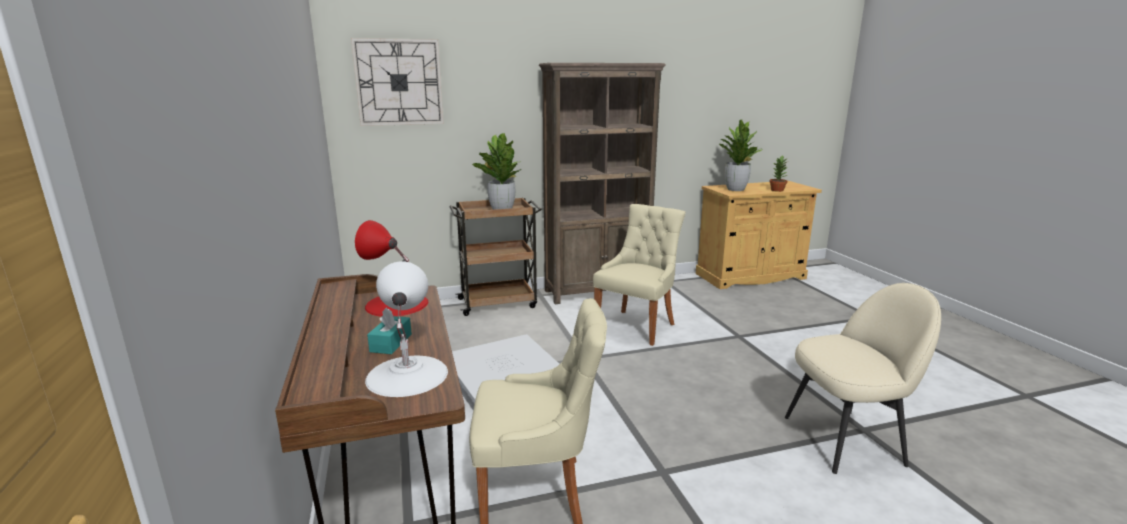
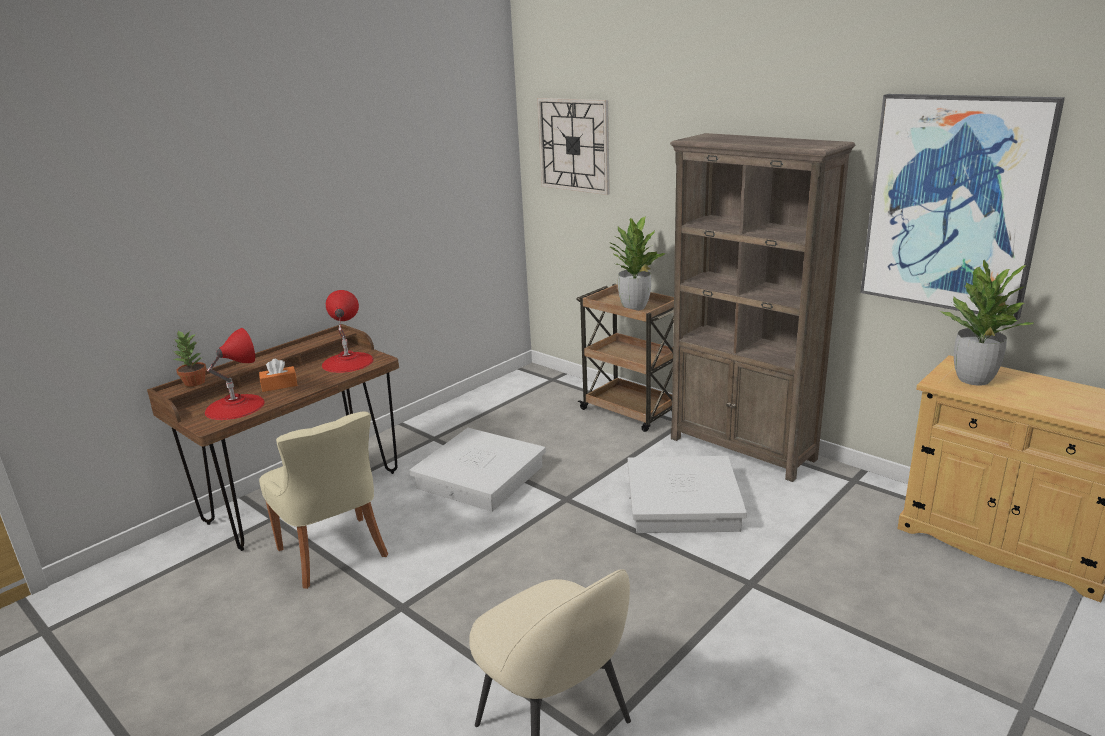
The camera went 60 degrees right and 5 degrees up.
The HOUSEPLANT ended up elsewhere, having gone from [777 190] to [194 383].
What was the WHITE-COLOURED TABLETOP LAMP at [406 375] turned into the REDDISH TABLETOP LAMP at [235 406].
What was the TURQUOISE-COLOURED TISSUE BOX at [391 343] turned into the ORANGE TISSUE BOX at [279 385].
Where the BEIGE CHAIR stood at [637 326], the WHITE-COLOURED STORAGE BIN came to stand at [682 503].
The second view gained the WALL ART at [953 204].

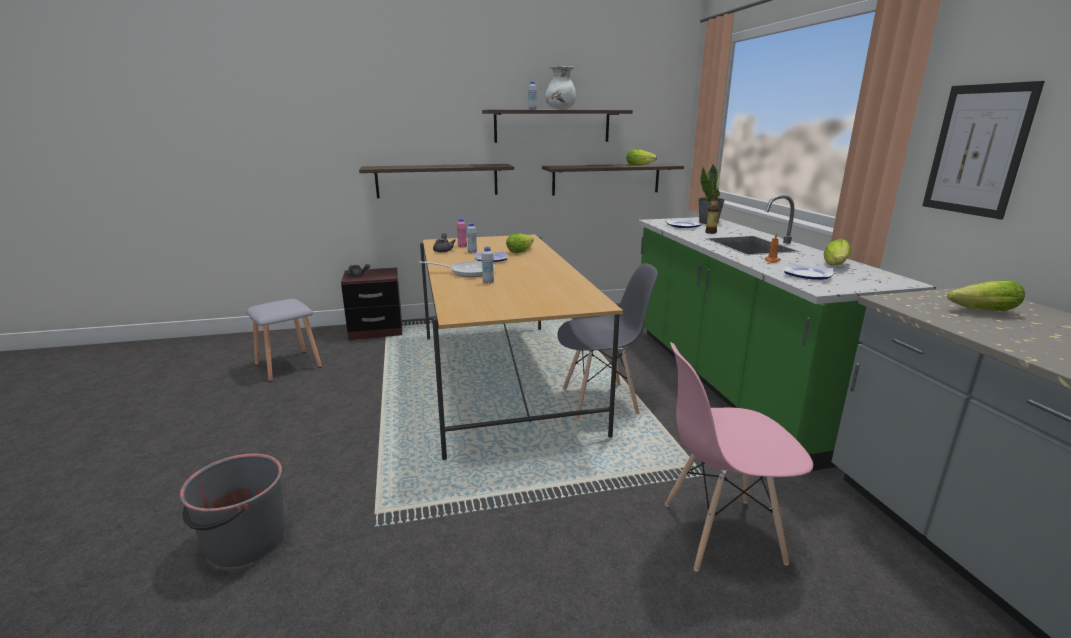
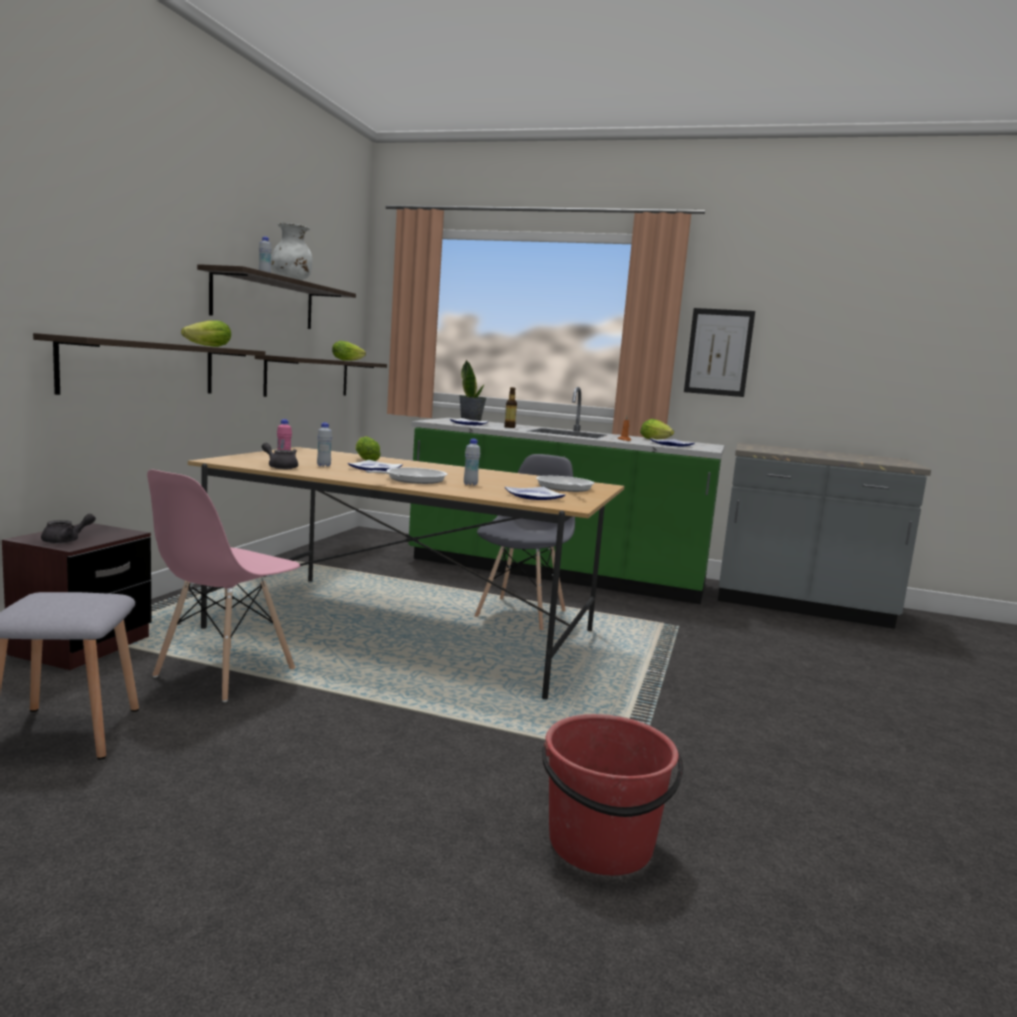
The camera went 60 degrees left and 10 degrees down.
The PINKISH CHAIR ended up elsewhere, having gone from [721 532] to [224 673].
The HEAD OF LETTUCE ended up elsewhere, having gone from [979 311] to [205 346].
The second view gained the PLATE at [532 496].
The second view gained the FRYING PAN at [565 488].
What was the GRAY WATER BUCKET at [245 542] turned into the REDDISH WATER BUCKET at [601 844].

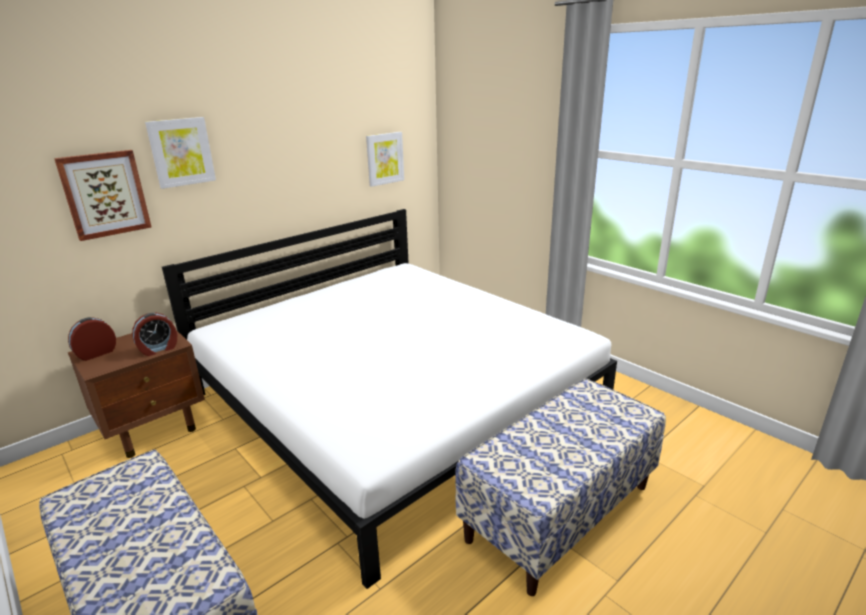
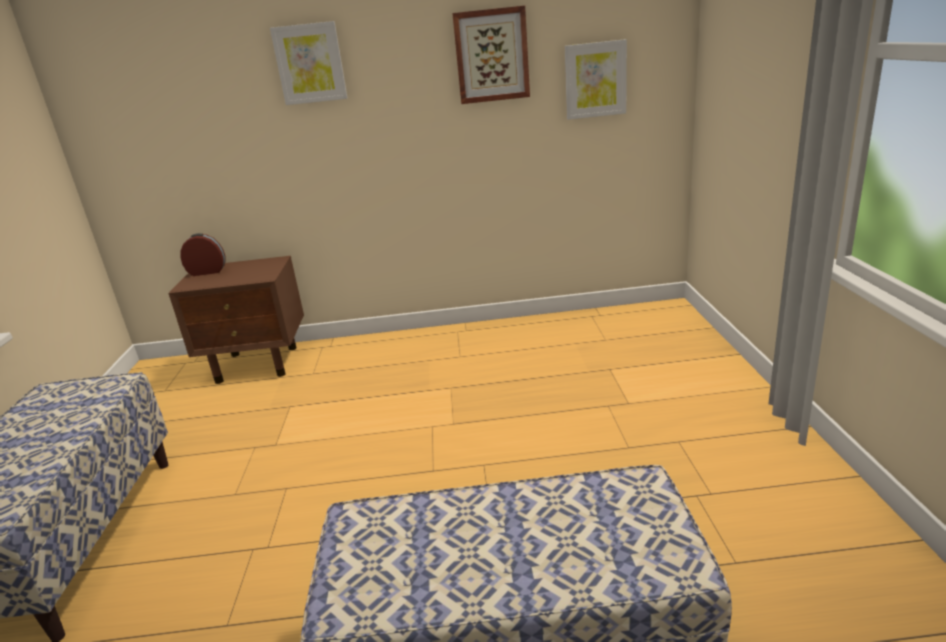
The camera went 40 degrees right and 0 degrees up.
The WALL ART ended up elsewhere, having gone from [105 194] to [491 55].
The second view lost the BEDSIDE CLOCK at [159 349].
The second view lost the WHITE-COLOURED BEDROOM BED at [395 402].

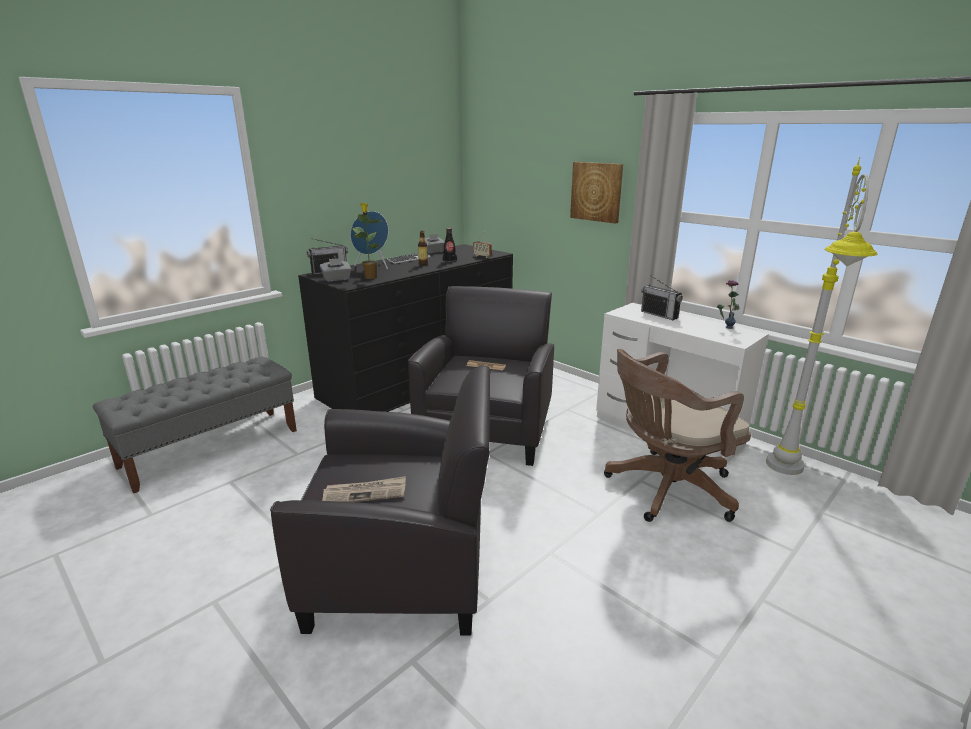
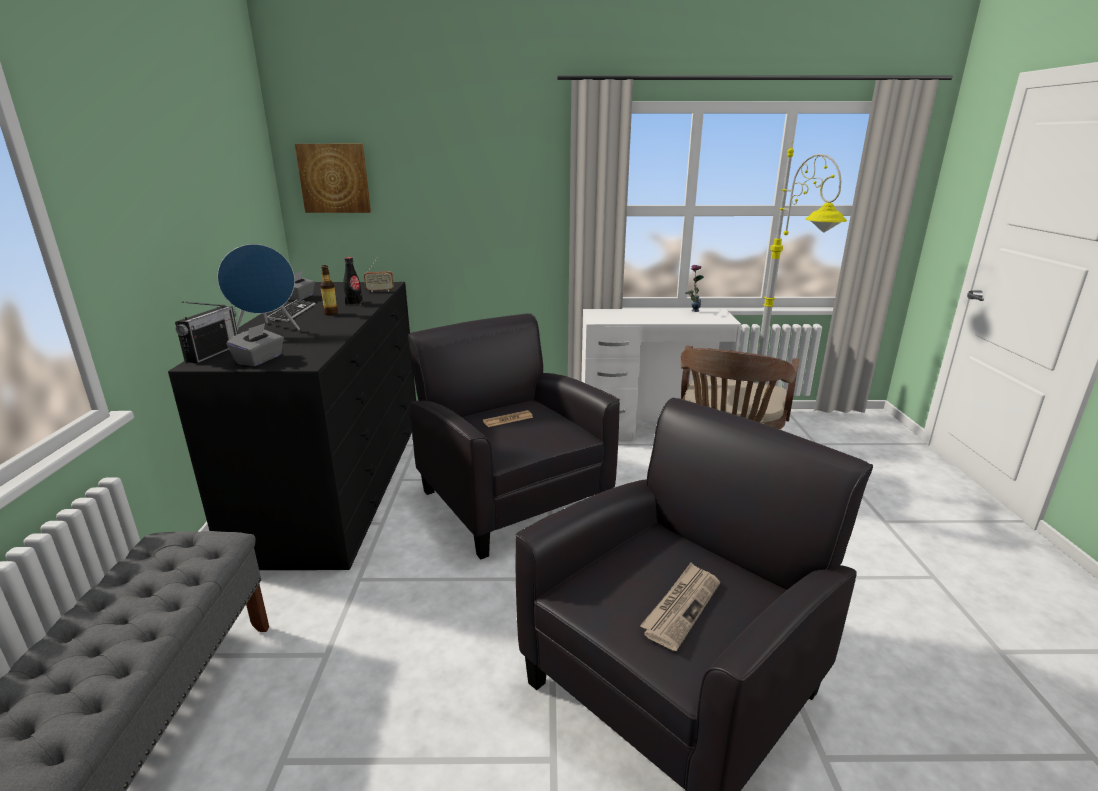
The camera went 45 degrees left and 0 degrees up.
The WALL ART ended up elsewhere, having gone from [596 192] to [334 178].
The second view lost the HOUSEPLANT at [370 277].
The second view lost the RADIO SET at [659 315].

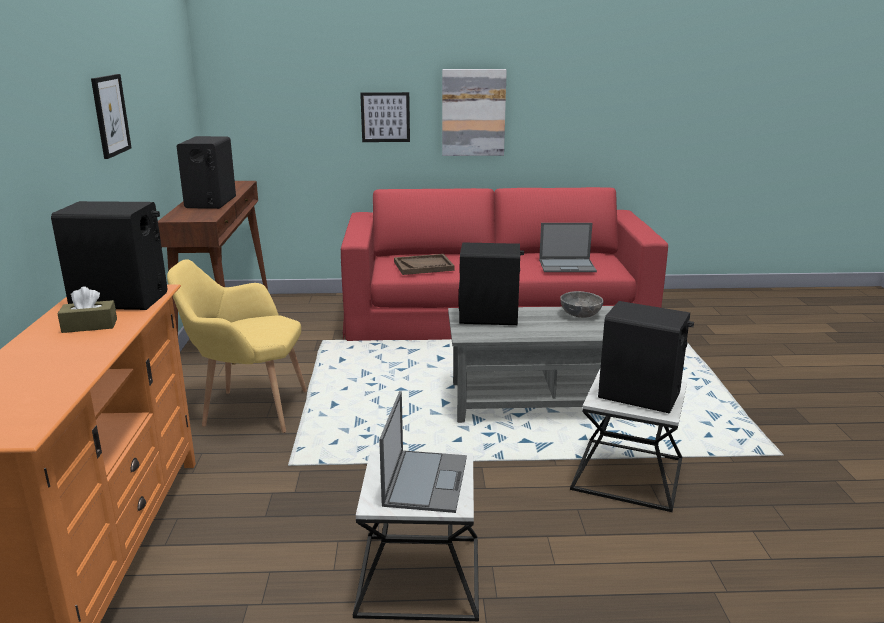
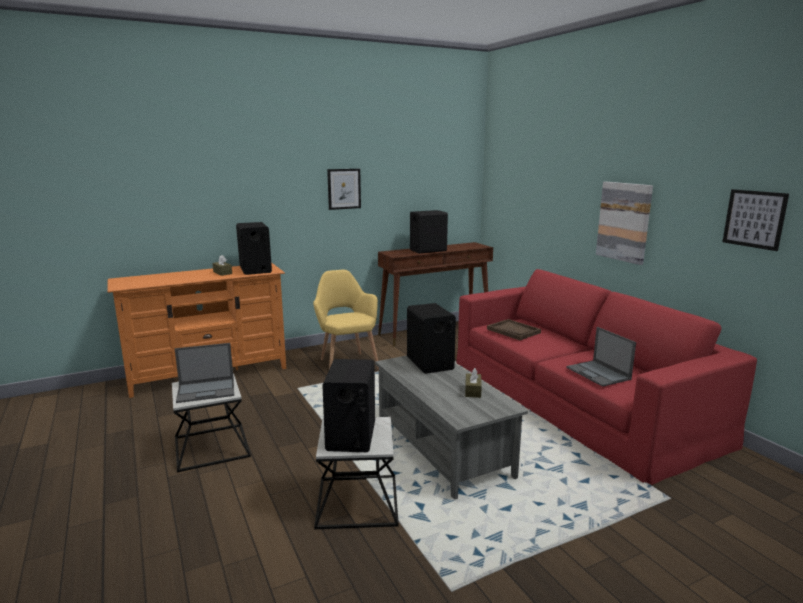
The camera went 65 degrees right and 5 degrees down.
Where the GRAY DEEP DISH stood at [580 315], the BROWN TISSUE BOX came to stand at [473 391].
The WALL ART ended up elsewhere, having gone from [385 117] to [754 219].

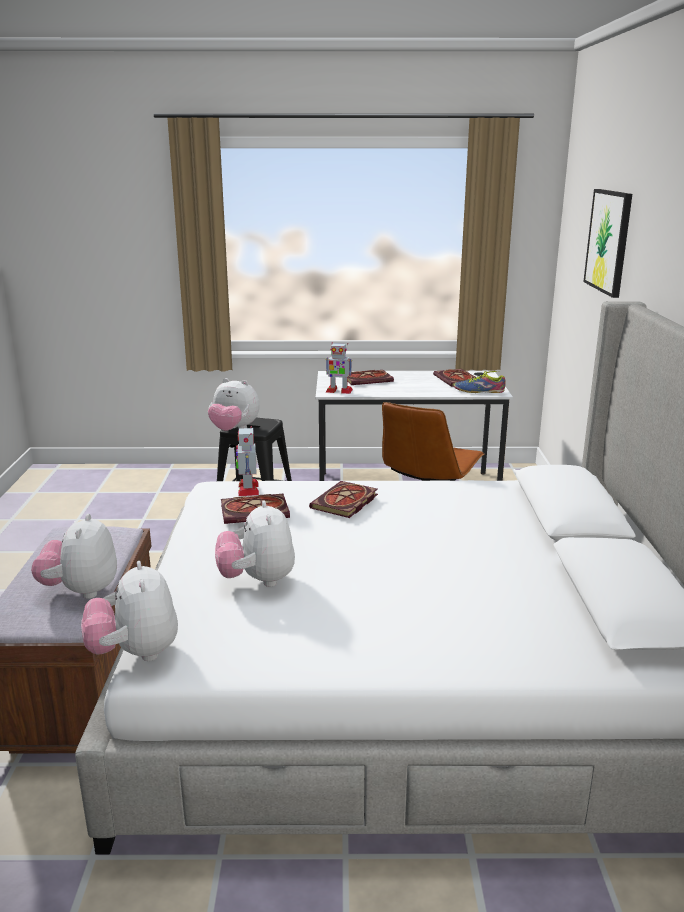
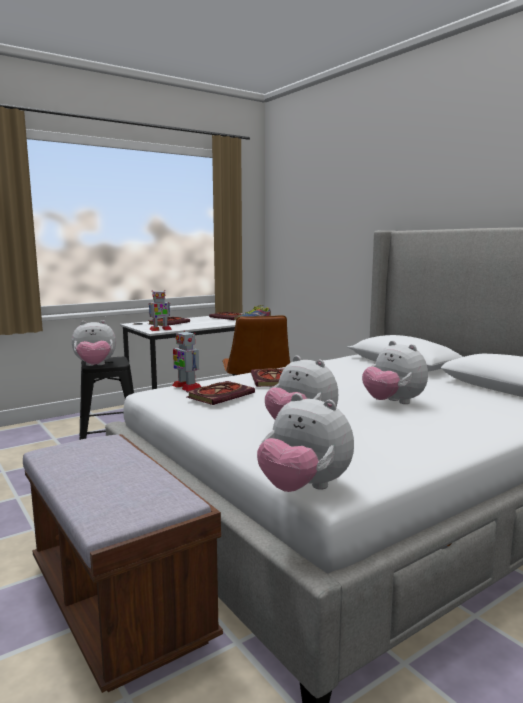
The camera went 35 degrees left and 10 degrees down.
The SOFT TOY ended up elsewhere, having gone from [81 591] to [393 402].
The second view lost the WALL ART at [609 241].

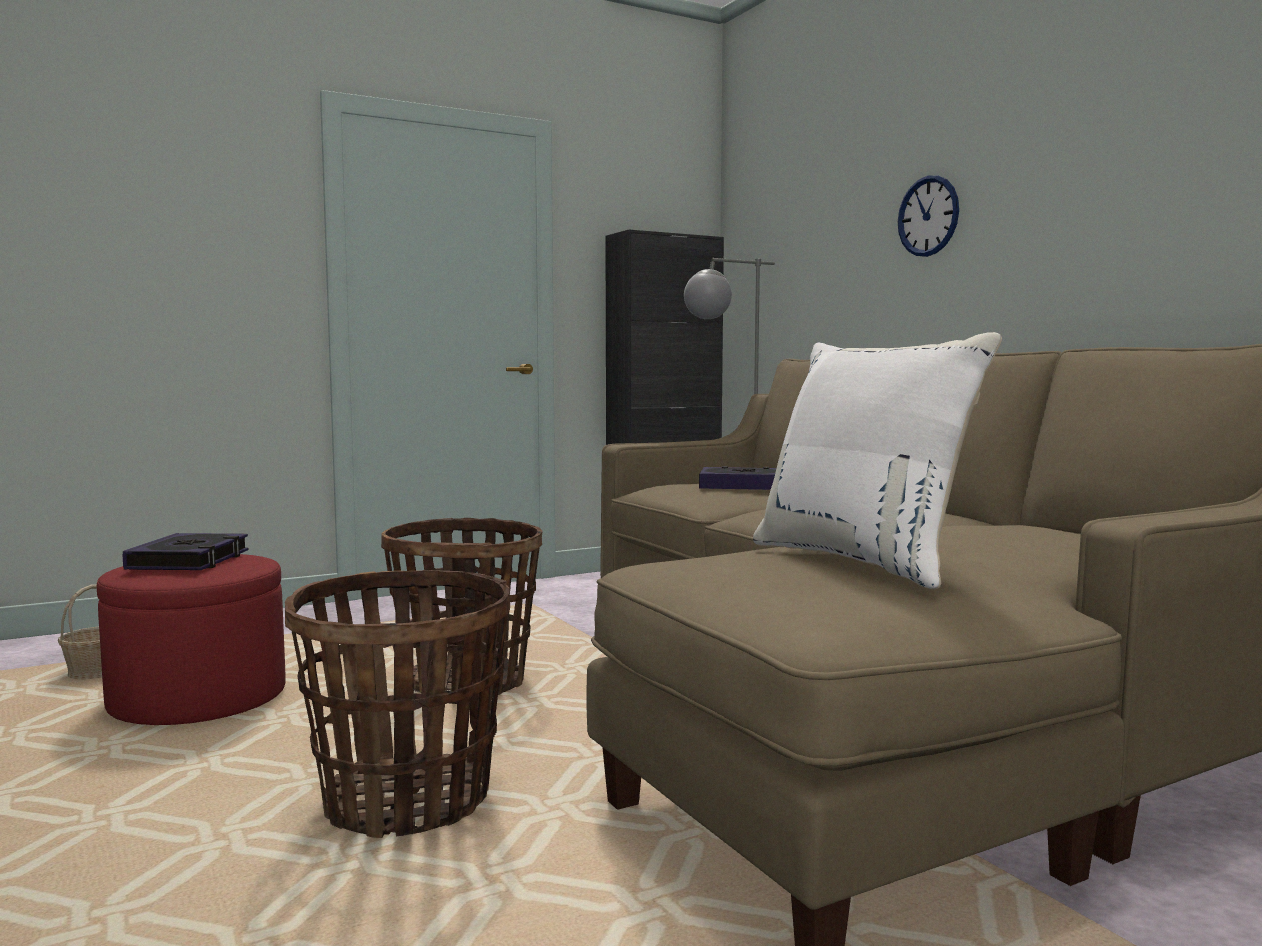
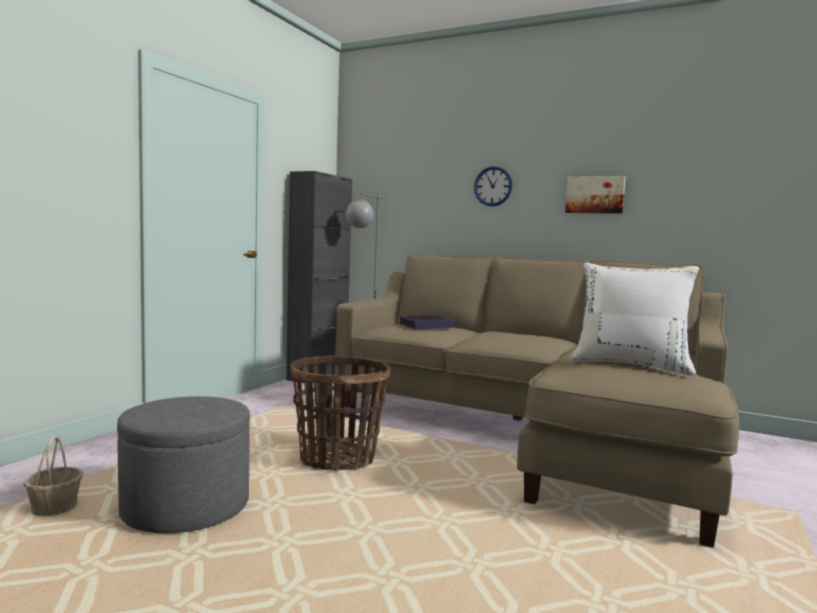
The camera went 35 degrees left and 0 degrees up.
What was the REDDISH POUFFE at [198 699] turned into the GRAY POUFFE at [186 506].
The second view gained the WALL ART at [595 195].
The second view lost the BOOK at [189 560].
The second view lost the STORAGE BASKET at [407 801].

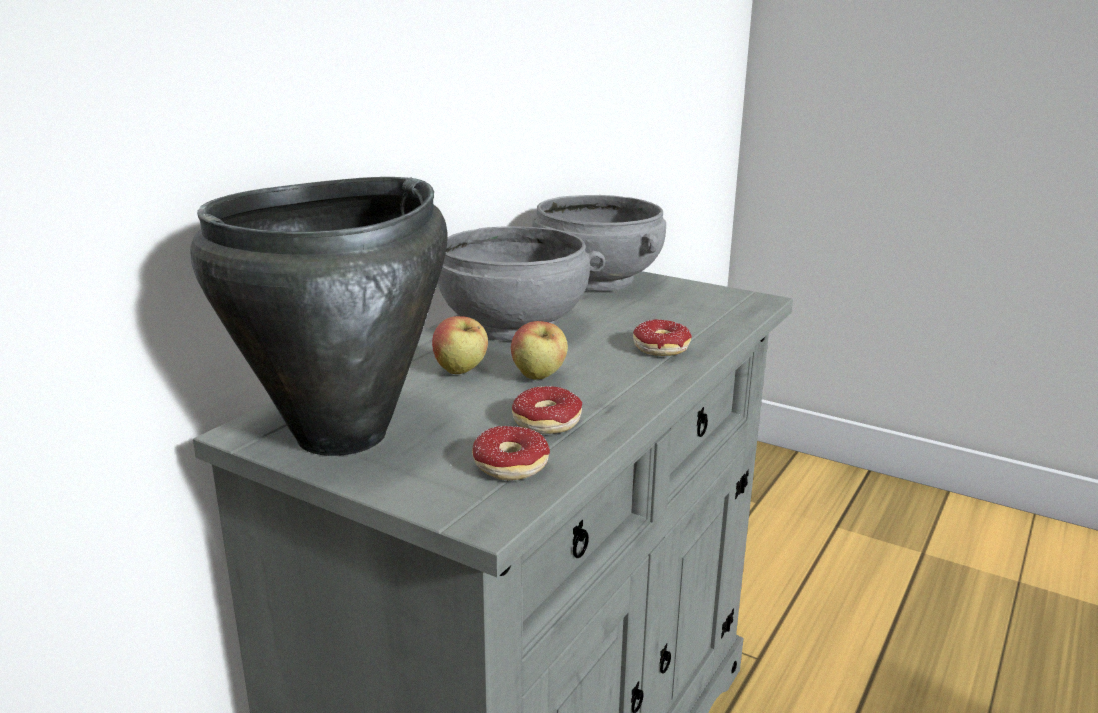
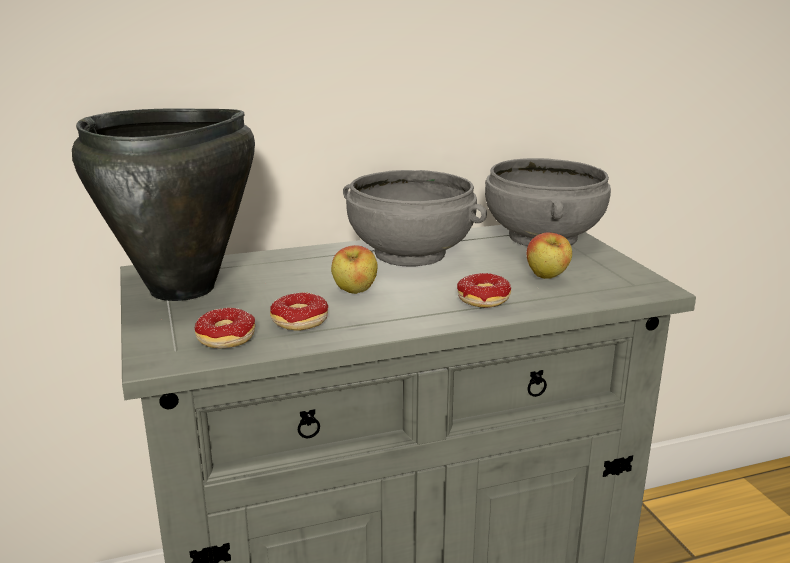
The camera went 40 degrees right and 0 degrees up.
The APPLE ended up elsewhere, having gone from [461 372] to [547 277].

